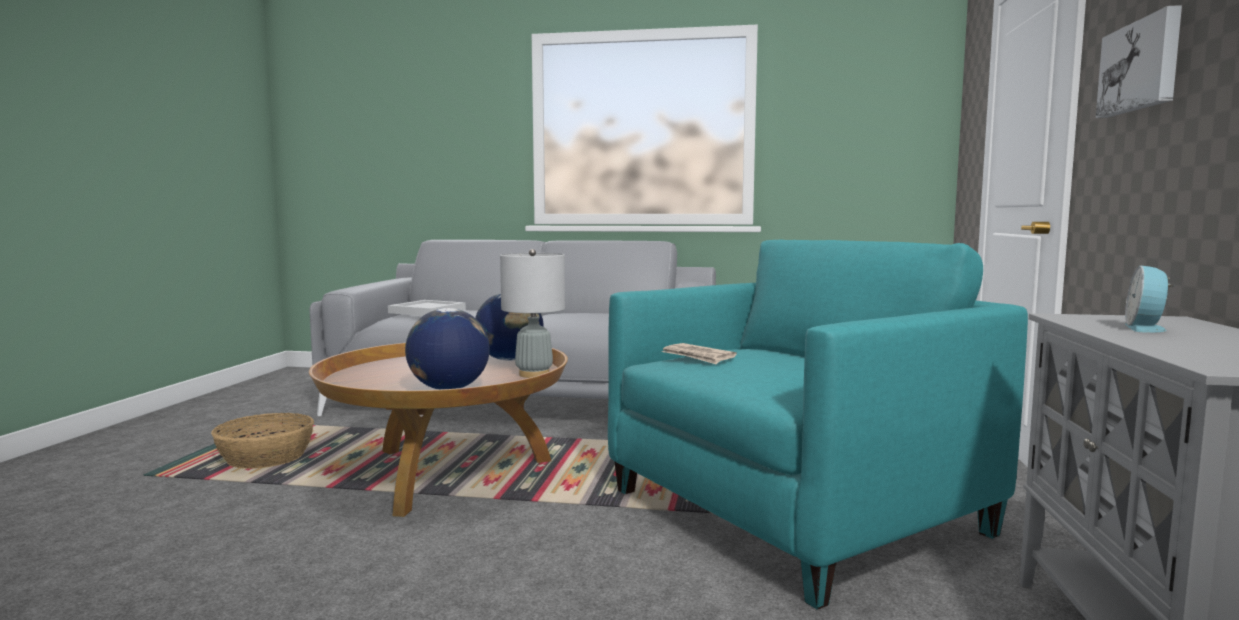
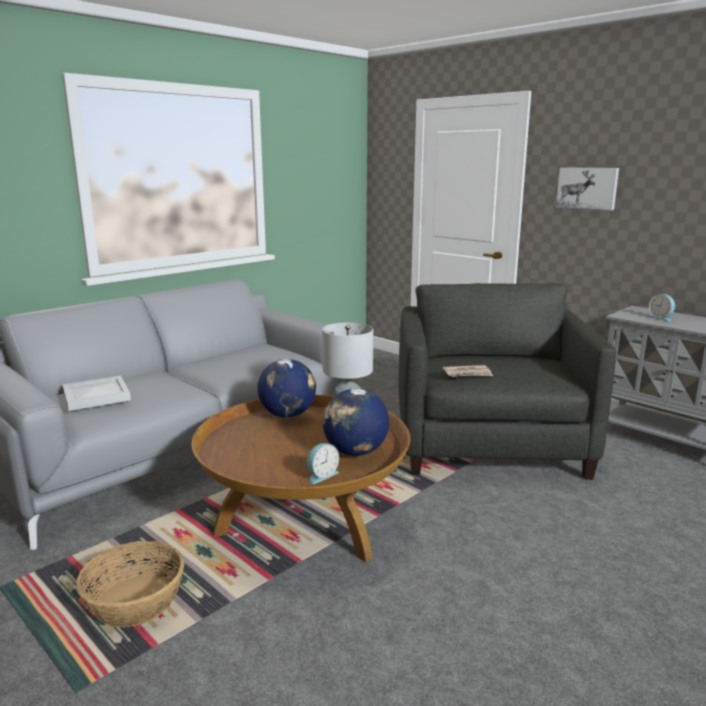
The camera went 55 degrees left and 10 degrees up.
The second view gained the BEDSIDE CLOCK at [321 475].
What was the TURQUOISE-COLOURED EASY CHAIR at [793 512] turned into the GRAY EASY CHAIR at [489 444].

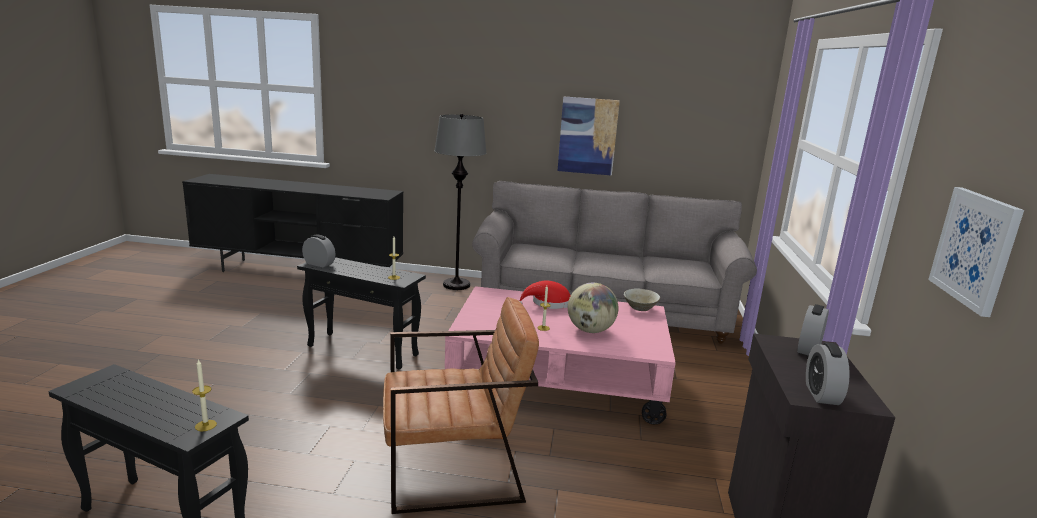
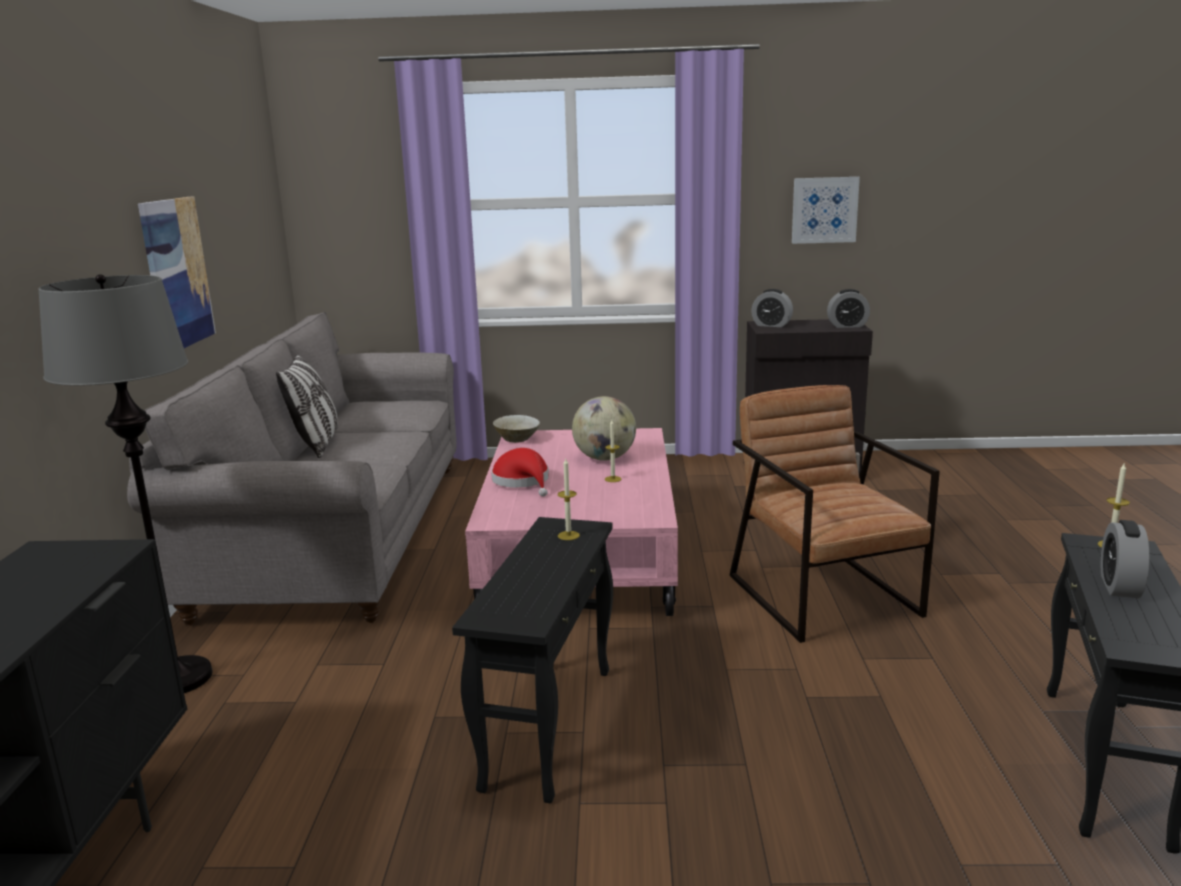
The camera went 95 degrees left and 0 degrees up.
The second view gained the PILLOW at [316 444].
The BEDSIDE CLOCK ended up elsewhere, having gone from [319 264] to [1119 586].

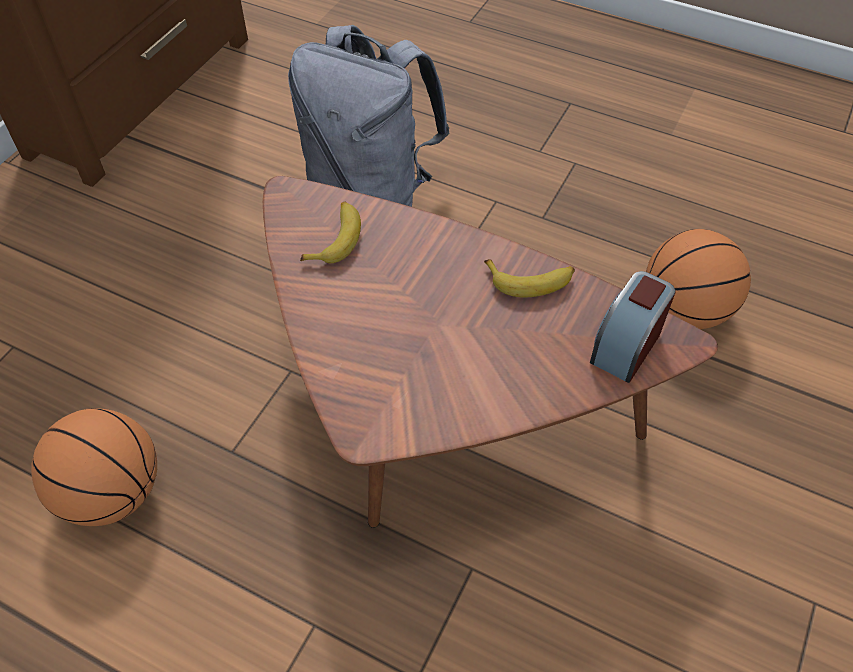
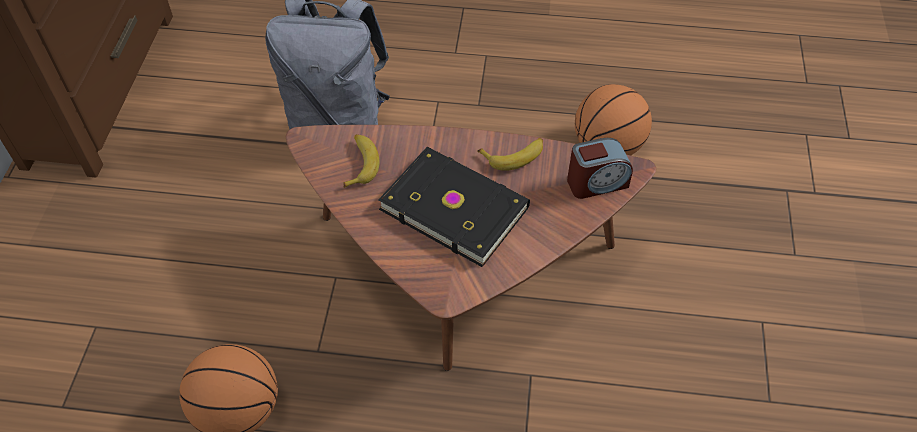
The camera went 20 degrees left and 0 degrees up.
The second view gained the BLACK-COLOURED BOOK at [454 206].
The BEDSIDE CLOCK at [626 345] ended up facing another way, 120 degrees counterclockwise from before.

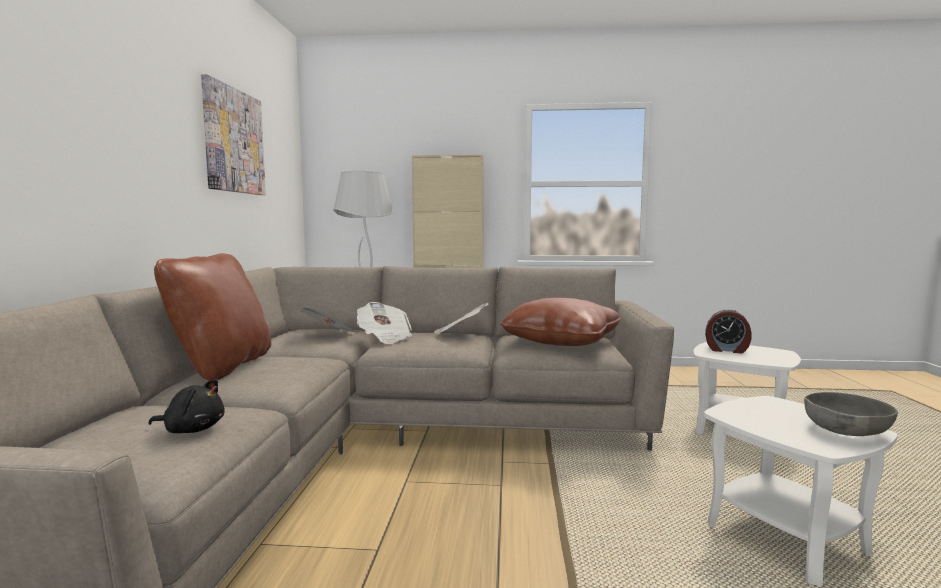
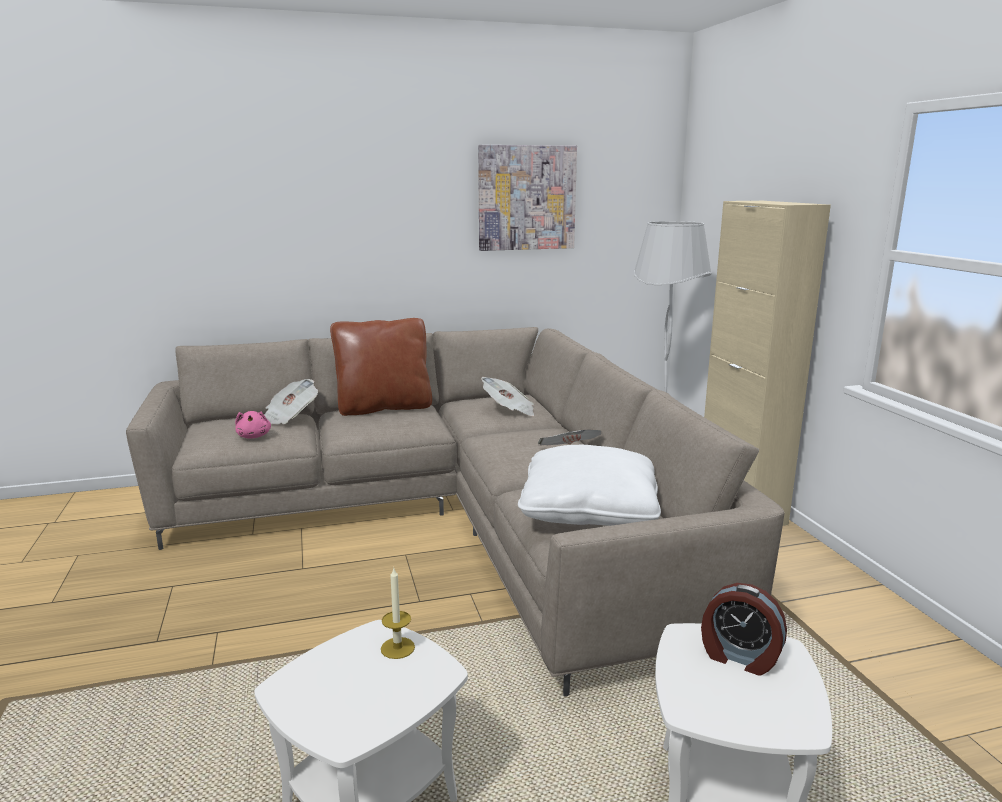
The camera went 70 degrees right and 10 degrees up.
What was the BLACK-COLOURED SOFT TOY at [192 429] turned into the PINKISH SOFT TOY at [254 436].
The NEWSPAPER ended up elsewhere, having gone from [384 338] to [289 418].
The second view gained the WAX LIGHT at [397 648].
What was the BROWN PILLOW at [561 341] turned into the WHITE-COLOURED PILLOW at [589 510].
The BEDSIDE CLOCK at [726 350] ended up facing another way, 60 degrees counterclockwise from before.
The second view lost the GRAY DEEP DISH at [847 432].

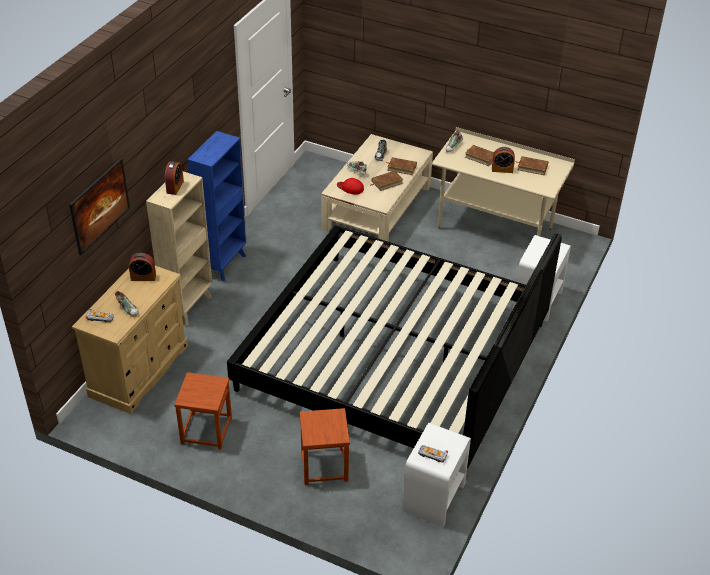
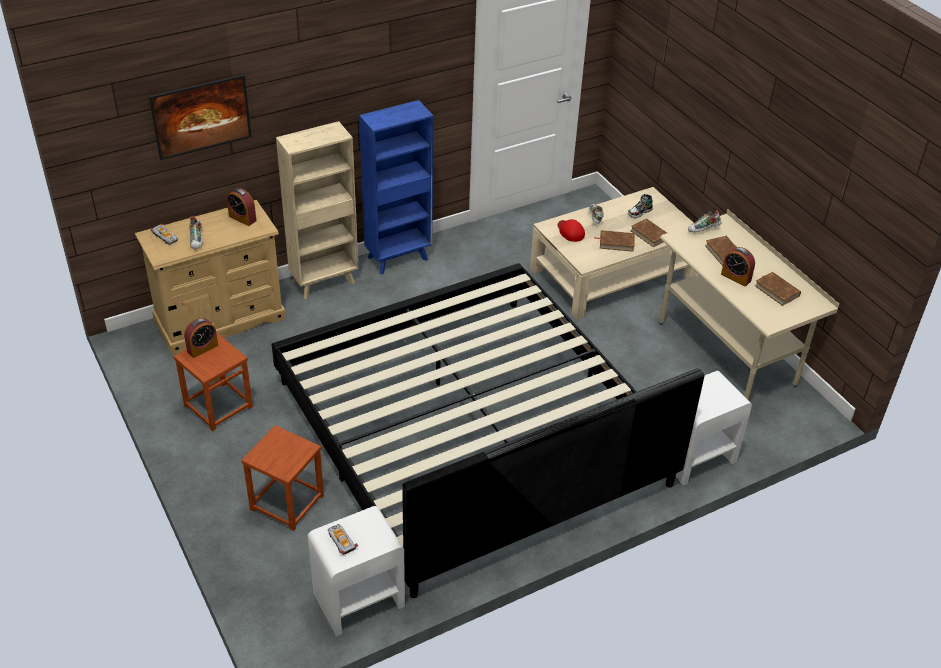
The camera went 35 degrees right and 0 degrees up.
The BEDSIDE CLOCK ended up elsewhere, having gone from [175 187] to [202 348].

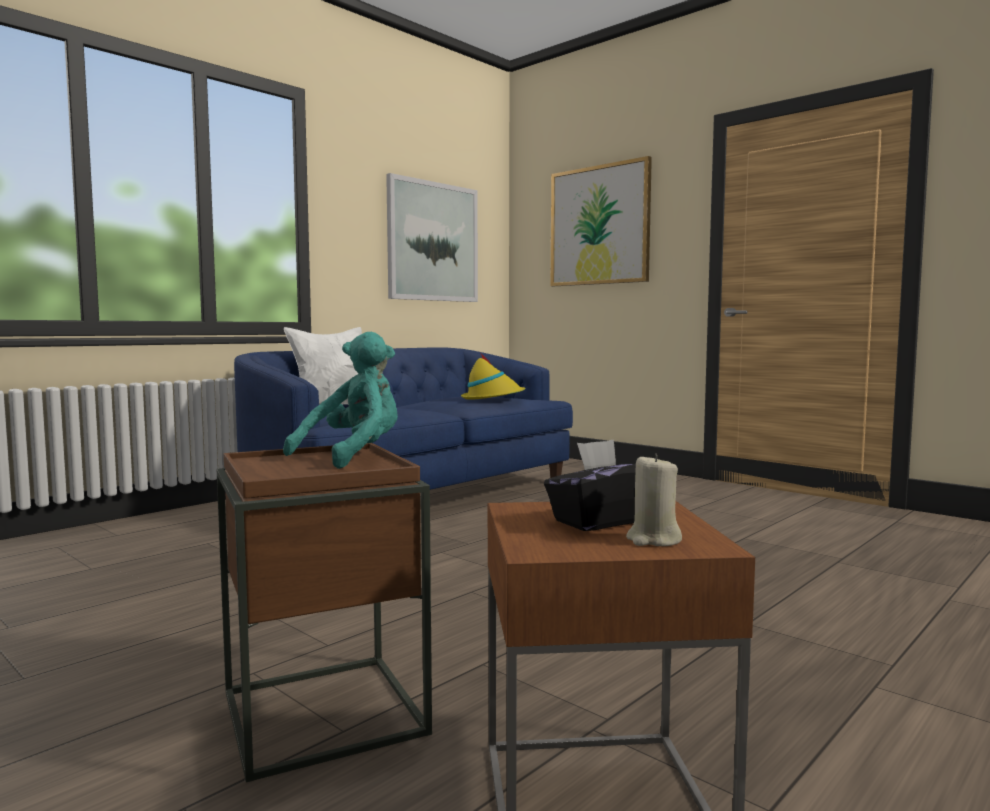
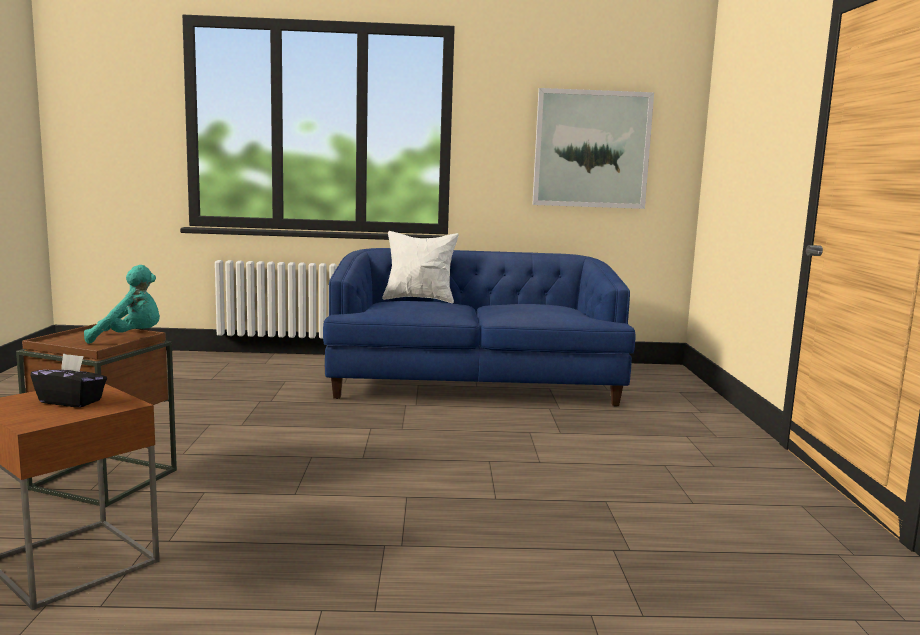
The camera went 45 degrees right and 5 degrees up.
The second view lost the YELLOW CLOTHING HAT at [492 398].
The second view lost the WALL ART at [599 225].
The second view lost the BEIGE WAX LIGHT at [653 540].

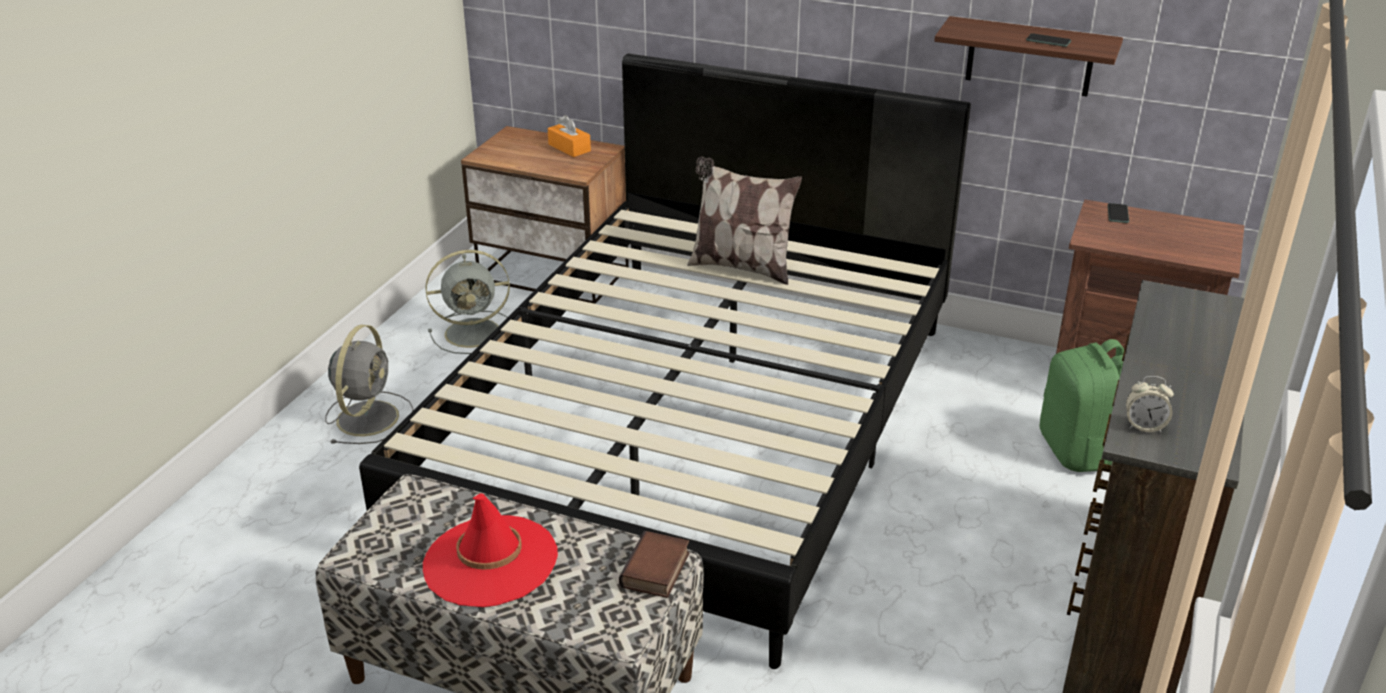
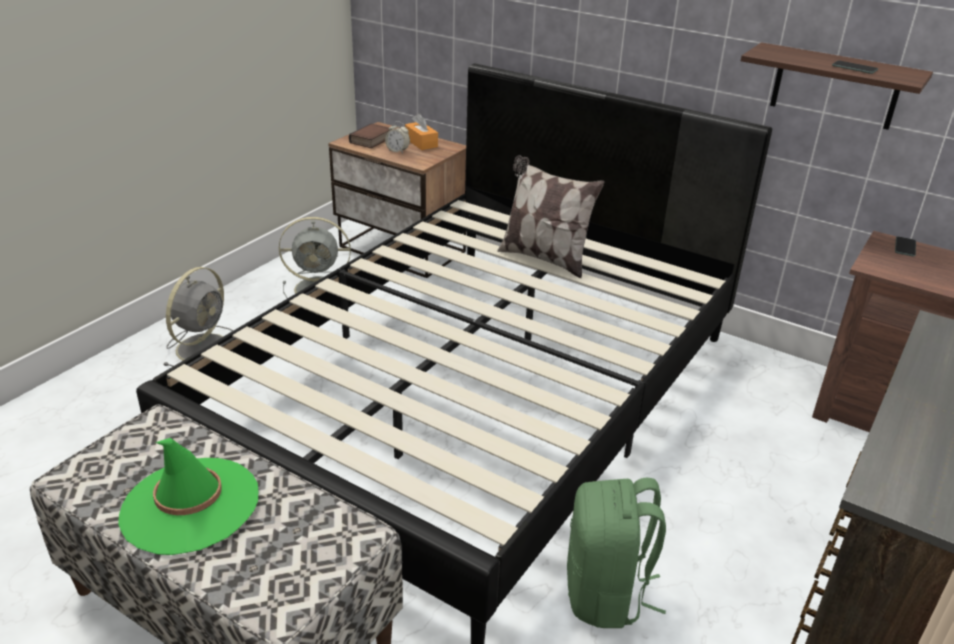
The camera went 10 degrees right and 0 degrees up.
What was the REDDISH CLOTHING HAT at [490 561] turned into the GREENISH CLOTHING HAT at [190 505].
The BOOK ended up elsewhere, having gone from [657 571] to [371 140].
The BEDSIDE CLOCK ended up elsewhere, having gone from [1144 426] to [397 151].
The GREENISH KNAPSACK ended up elsewhere, having gone from [1078 451] to [606 594].

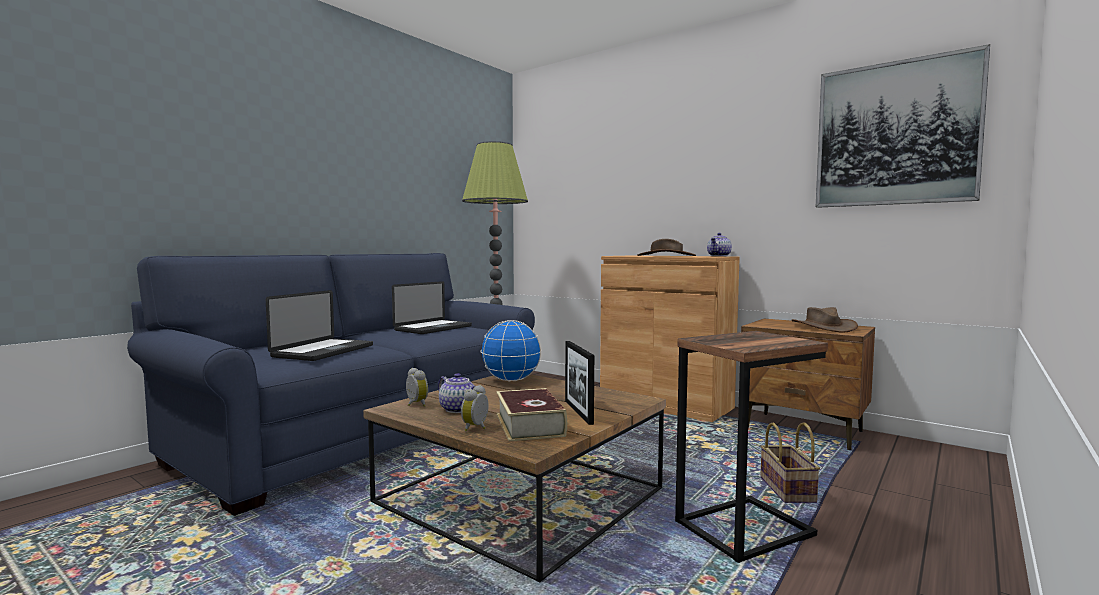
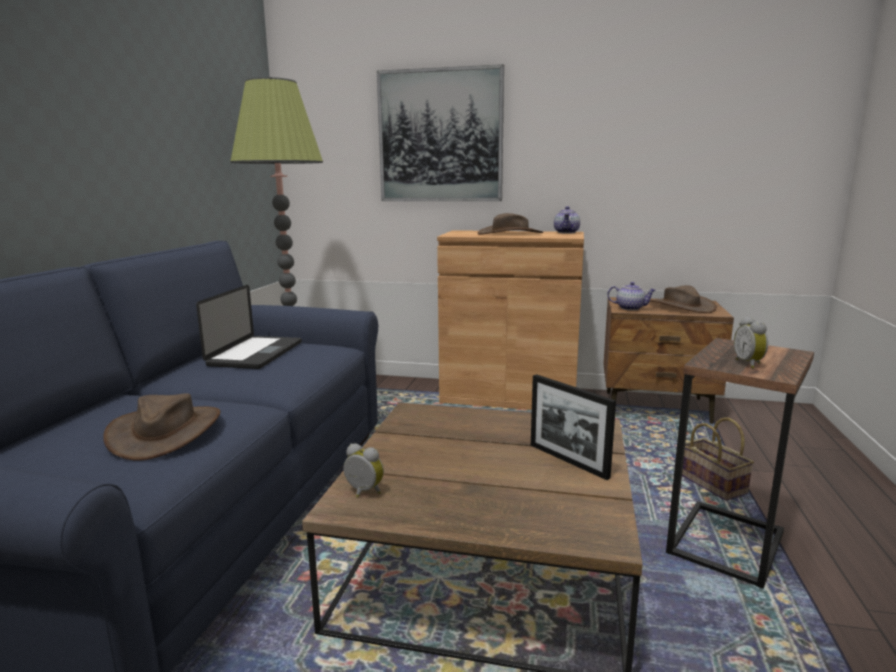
The camera went 25 degrees left and 10 degrees up.
Where the PORTABLE COMPUTER stood at [323 351], the BROWN CLOTHING HAT came to stand at [165 432].
The WALL ART ended up elsewhere, having gone from [895 134] to [440 136].
The TEAPOT ended up elsewhere, having gone from [459 409] to [630 308].
The BEDSIDE CLOCK ended up elsewhere, having gone from [477 428] to [750 364].
The second view lost the DESK GLOBE at [510 380].
The second view lost the BOOK at [529 425].

